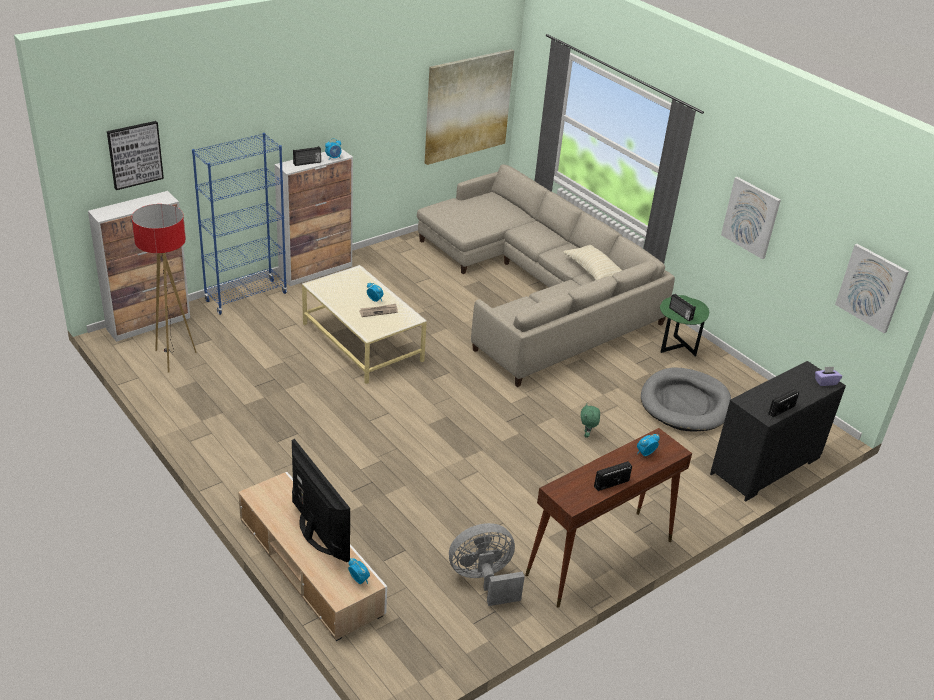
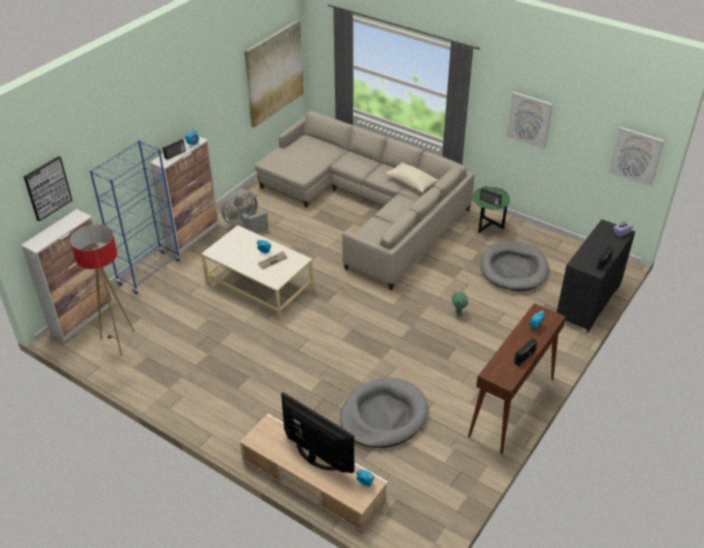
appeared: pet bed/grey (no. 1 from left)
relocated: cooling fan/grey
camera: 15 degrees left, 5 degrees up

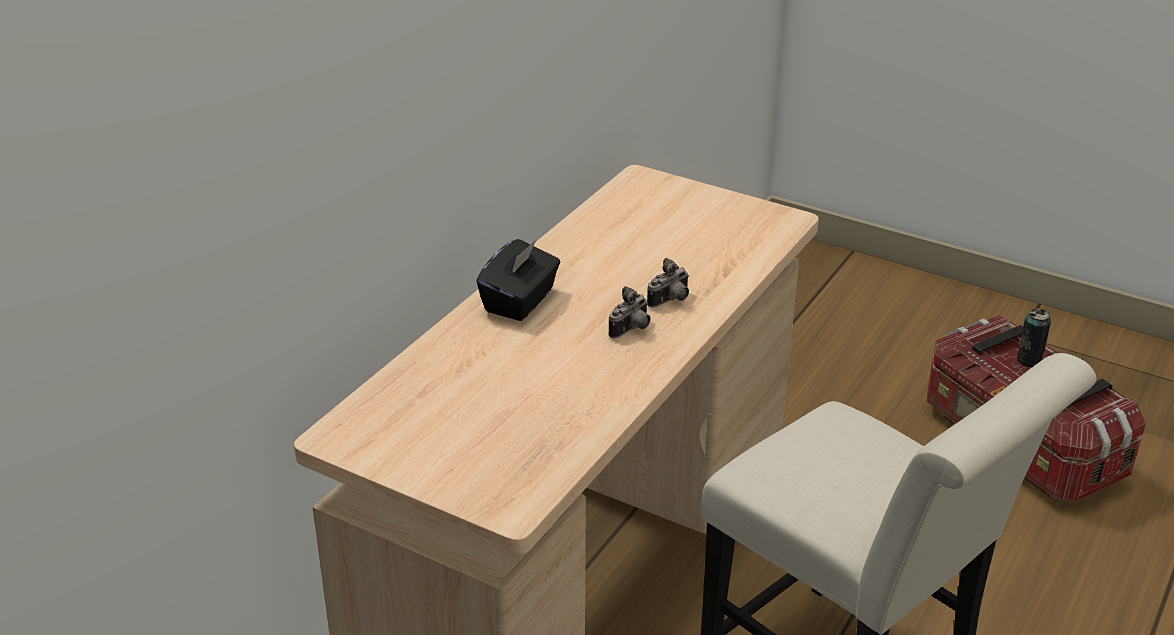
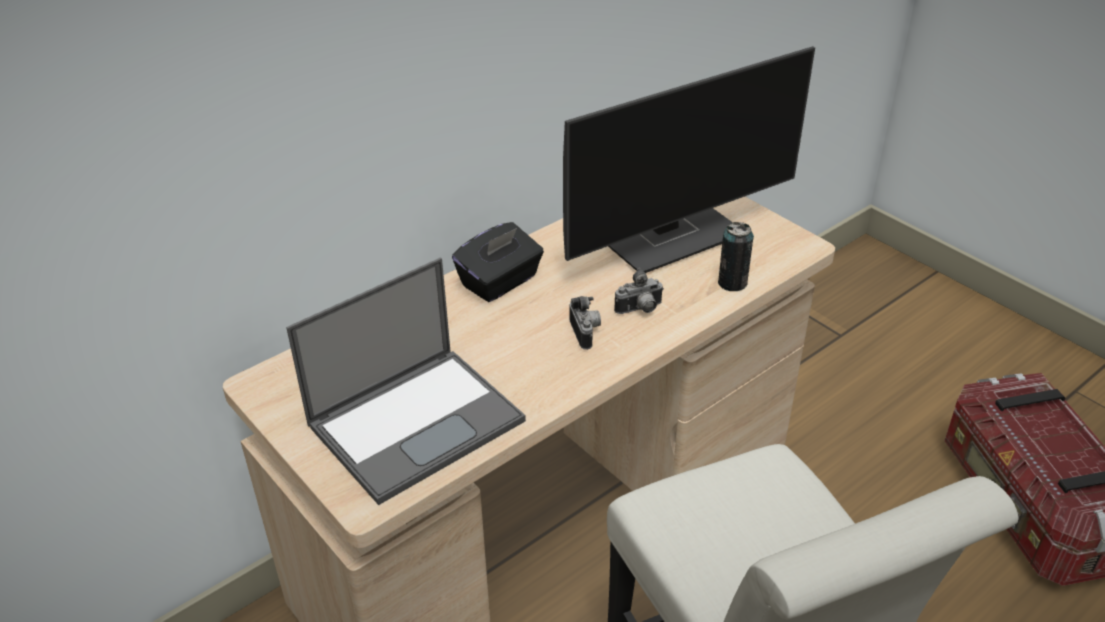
appeared: monitor; portable computer
relocated: can
spun: photo camera (no. 1 from left) 75 degrees counterclockwise
camera: 20 degrees right, 5 degrees up

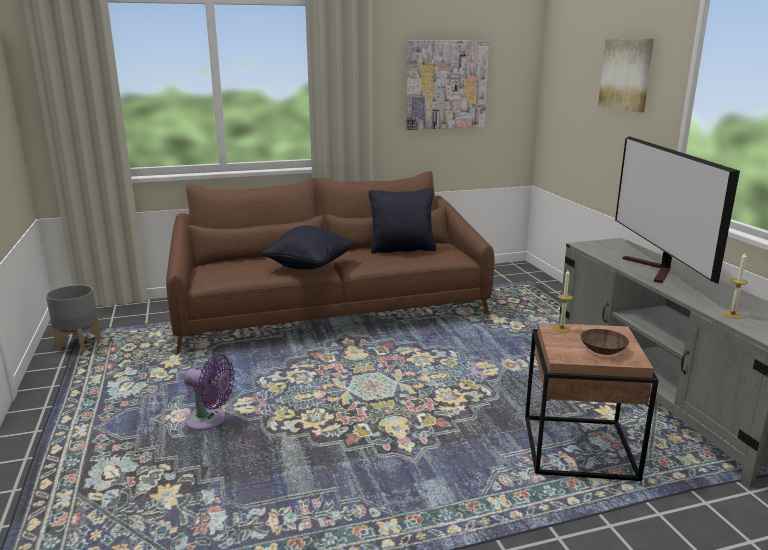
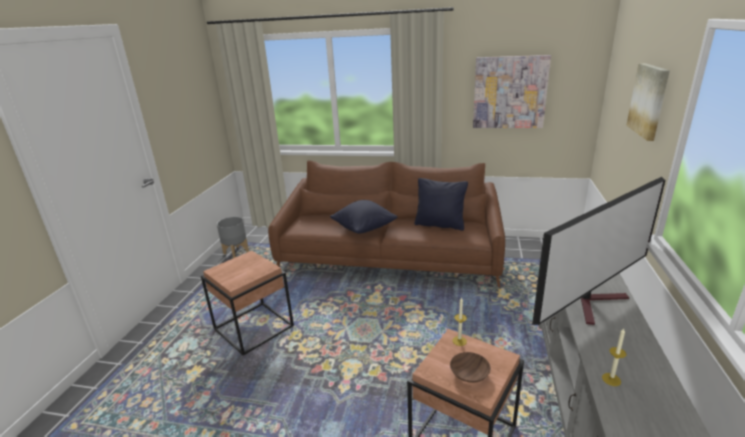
exchanged: cooling fan/purple to end table/brown (no. 1 from left)
spun: television 150 degrees counterclockwise
camera: 30 degrees right, 5 degrees up

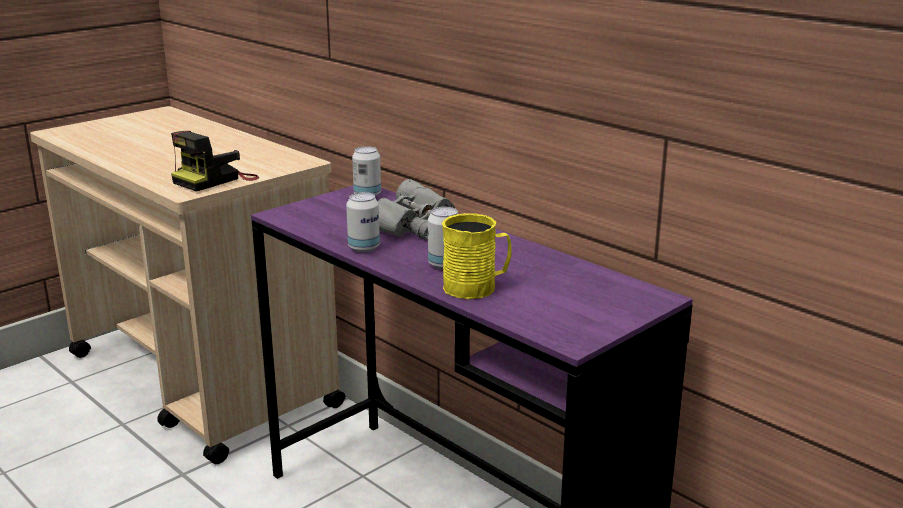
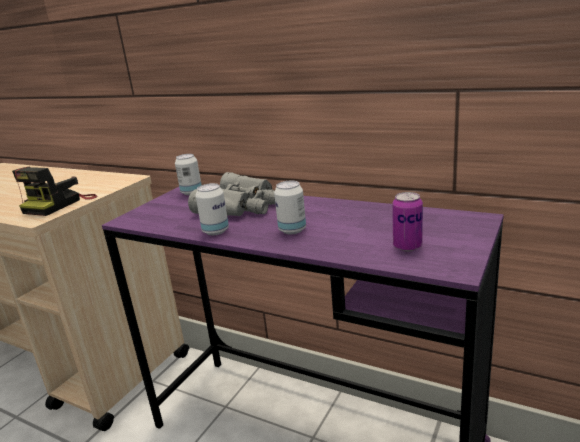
missing: tea mug/yellow
appeared: can (no. 4 from left)
camera: 15 degrees left, 0 degrees up

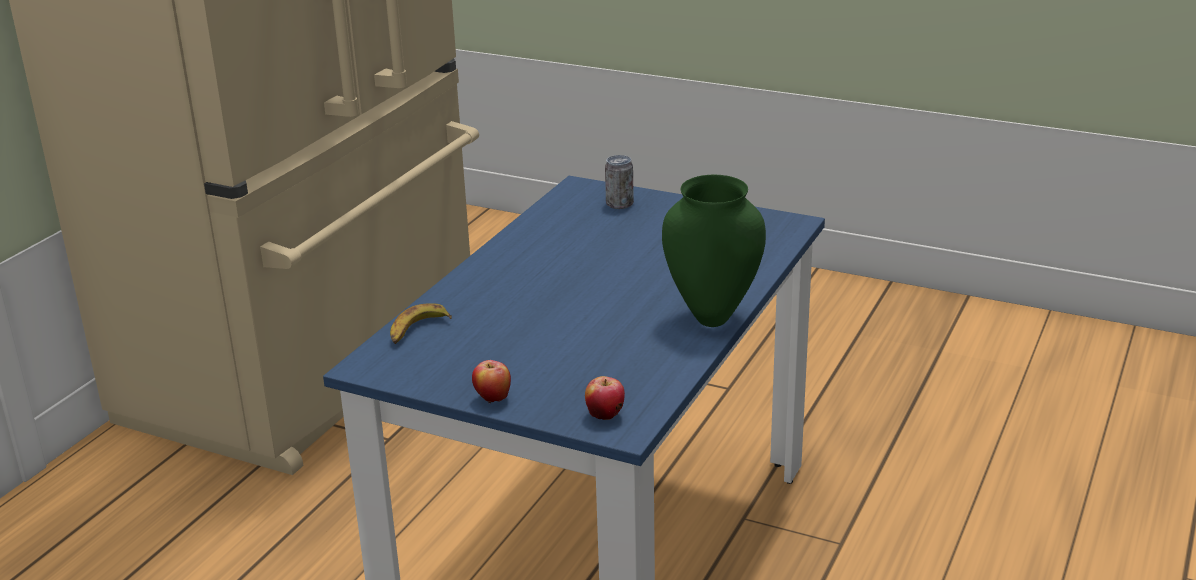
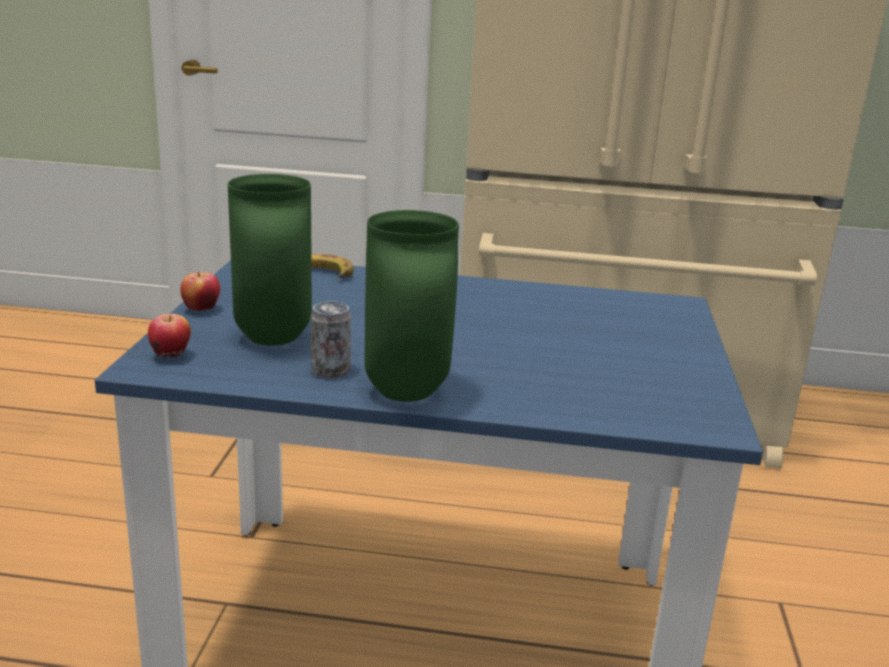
appeared: vase/greenish (no. 1 from left)
relocated: can
camera: 70 degrees right, 5 degrees down

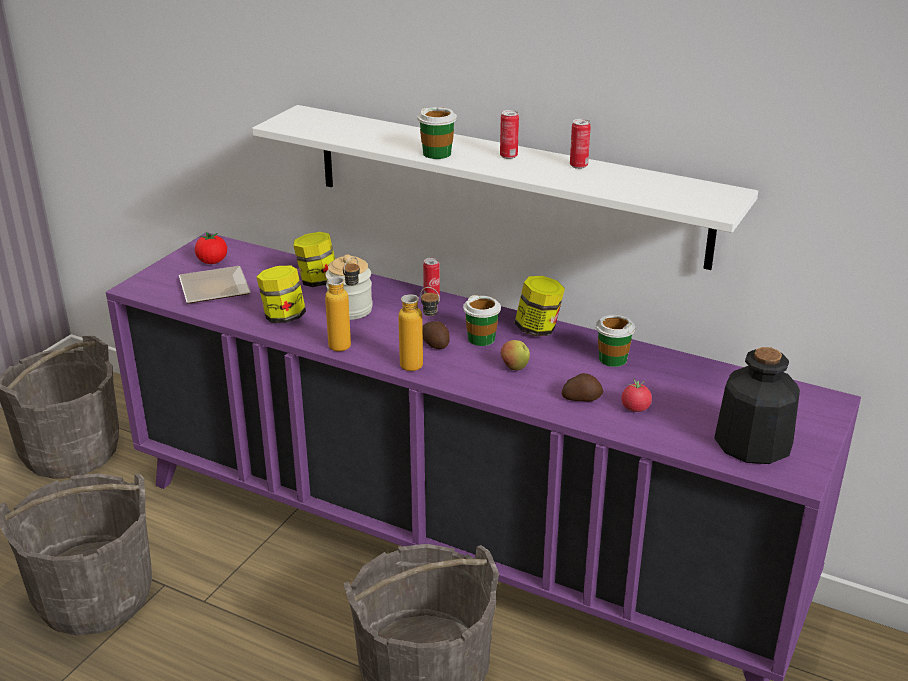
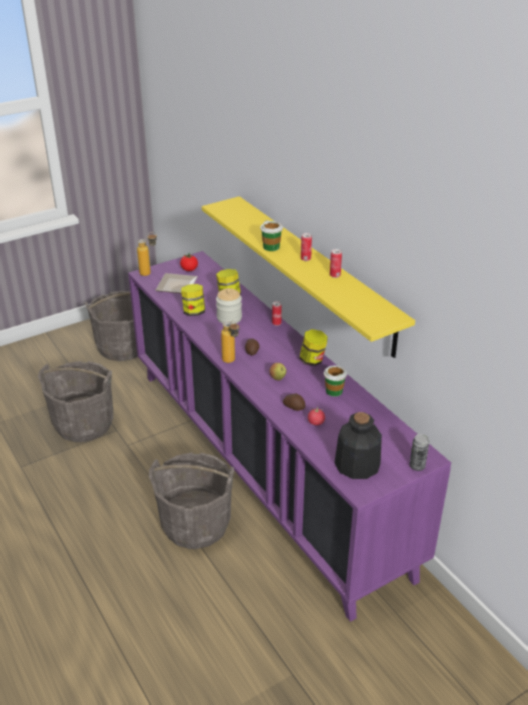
missing: cup (no. 2 from left)
appeared: can (no. 4 from left)
relocated: beverage bottle (no. 1 from left)
colour: bracket shelf/white to bracket shelf/yellow
camera: 30 degrees right, 5 degrees up

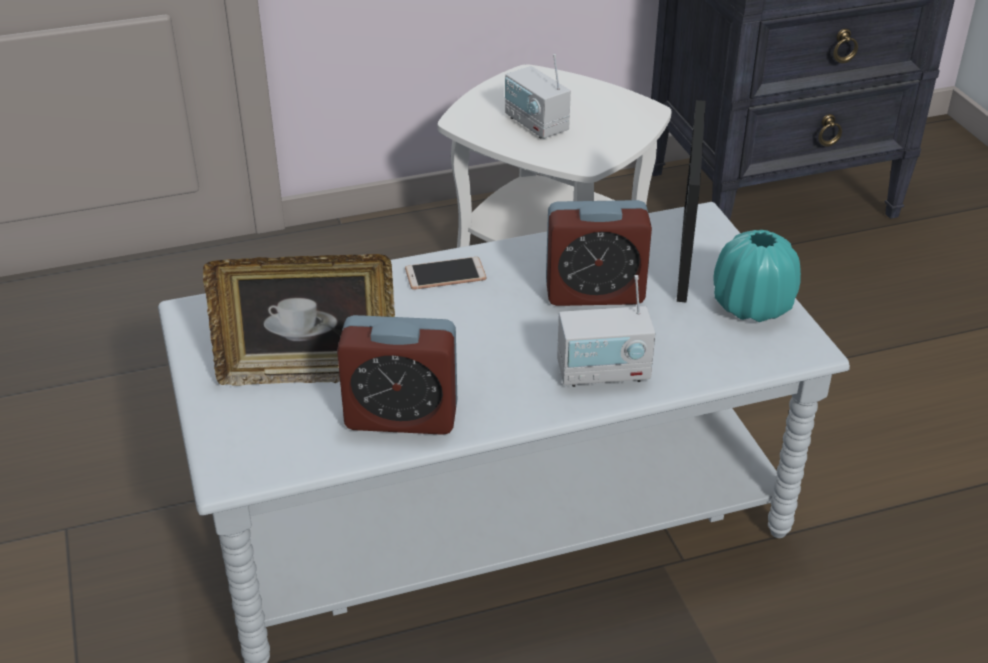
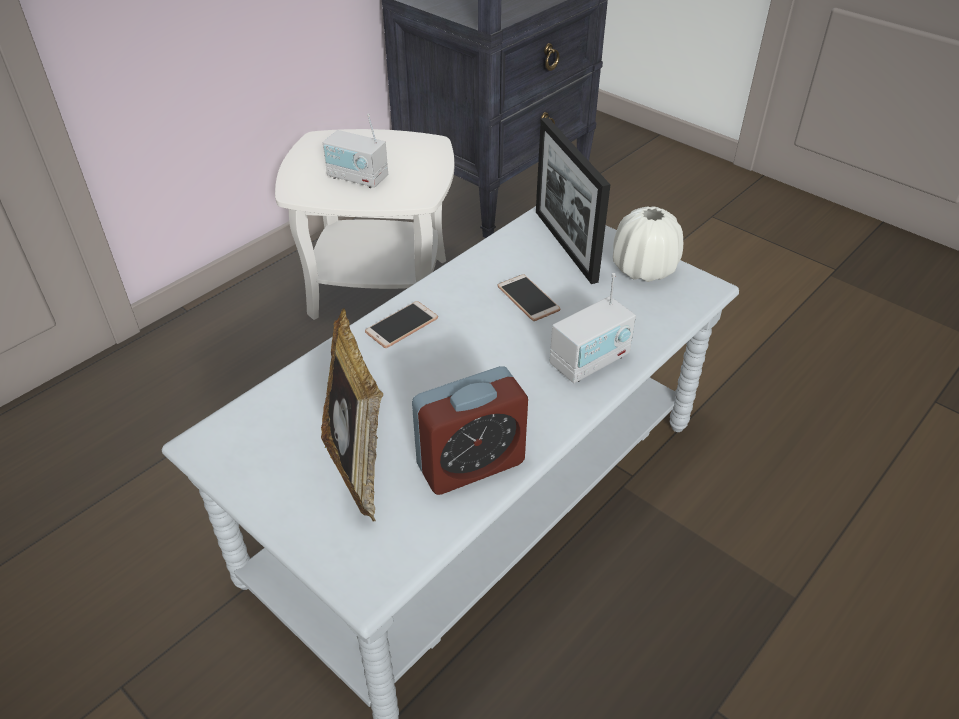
exchanged: bedside clock (no. 2 from left) to telephone (no. 2 from left)
colour: vase/blue-green to vase/white
spun: photo frame (no. 1 from left) 60 degrees counterclockwise
camera: 30 degrees left, 5 degrees up

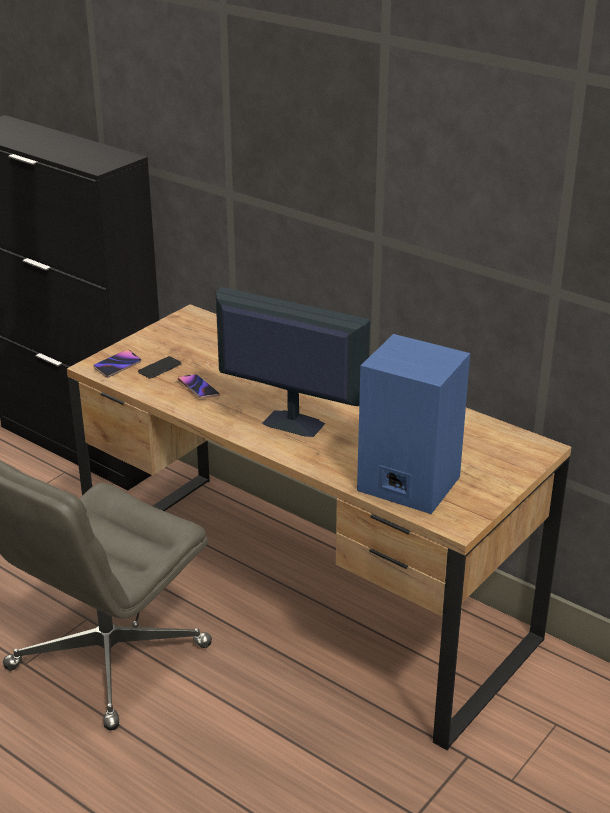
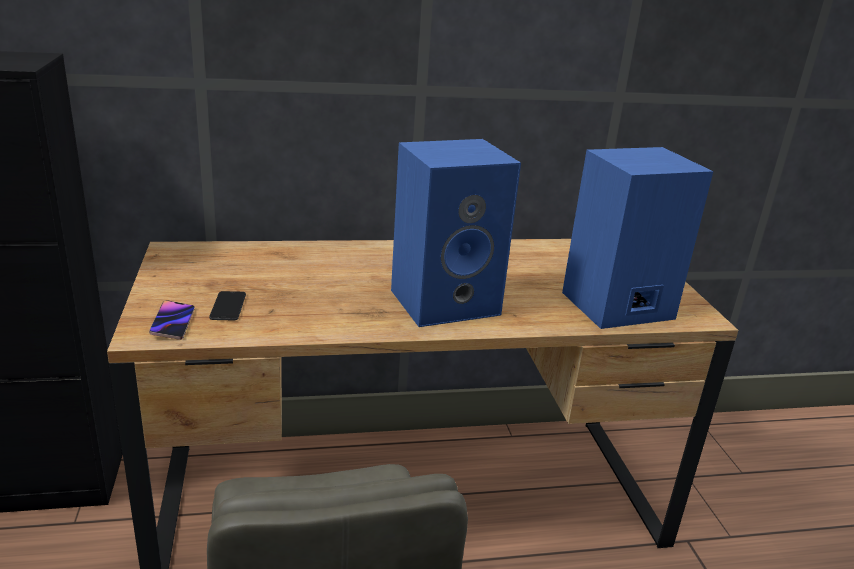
missing: telephone (no. 3 from left)
exchanged: monitor to speaker/blue-coloured (no. 1 from left)
camera: 50 degrees left, 5 degrees down

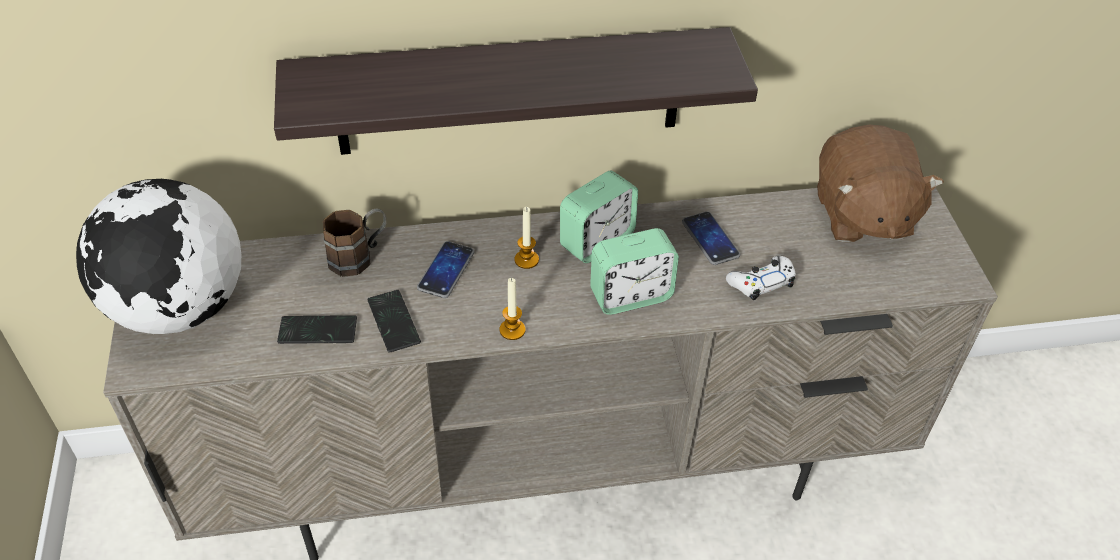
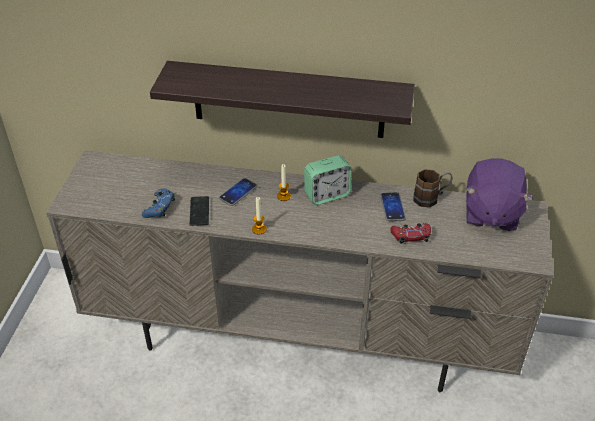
missing: globe; bedside clock (no. 2 from left)
relocated: tea mug/brown
exchanged: telephone (no. 1 from left) to game controller/blue-coloured
colour: cuddly toy/brown to cuddly toy/purple; game controller/white to game controller/reddish
camera: 20 degrees right, 5 degrees down

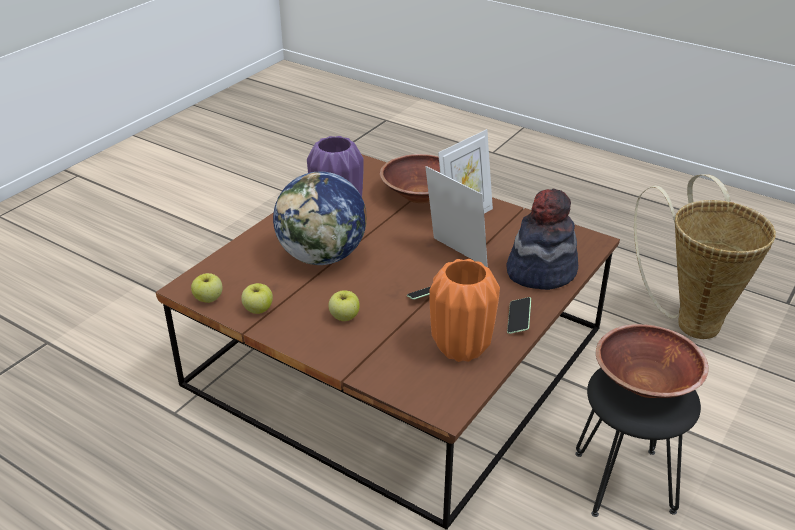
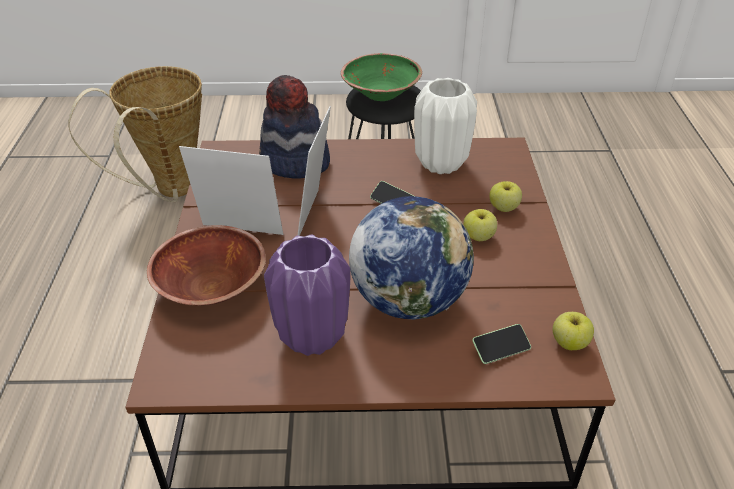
relocated: apple (no. 2 from left); telephone (no. 2 from left)
colour: vase/orange to vase/white; bowl/brown (no. 2 from left) to bowl/greenish
camera: 125 degrees left, 5 degrees up

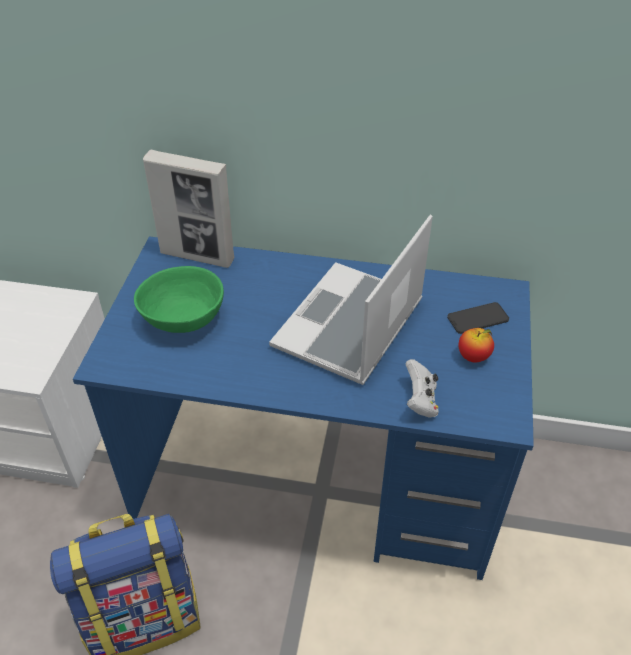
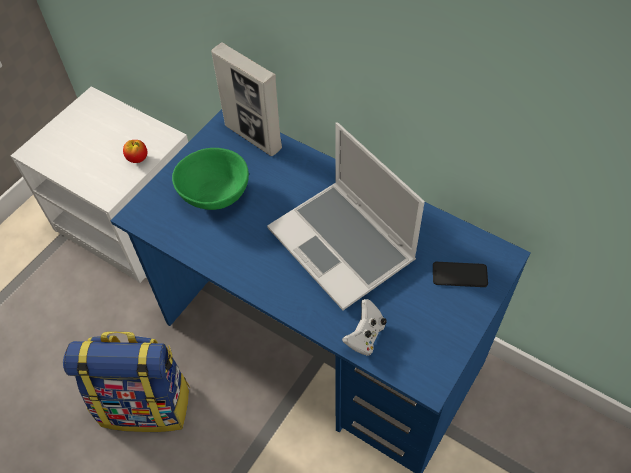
relocated: apple
spun: portable computer 90 degrees counterclockwise
camera: 25 degrees right, 10 degrees up

